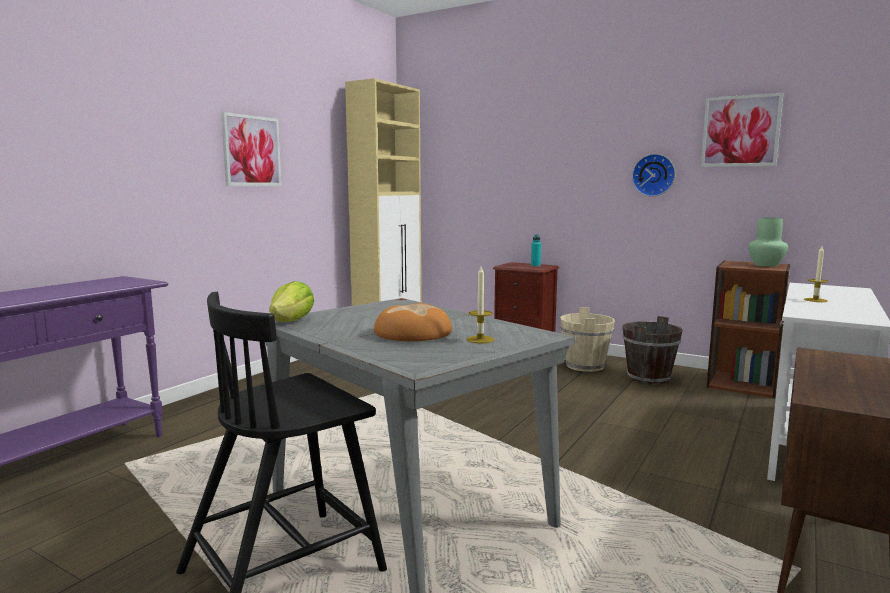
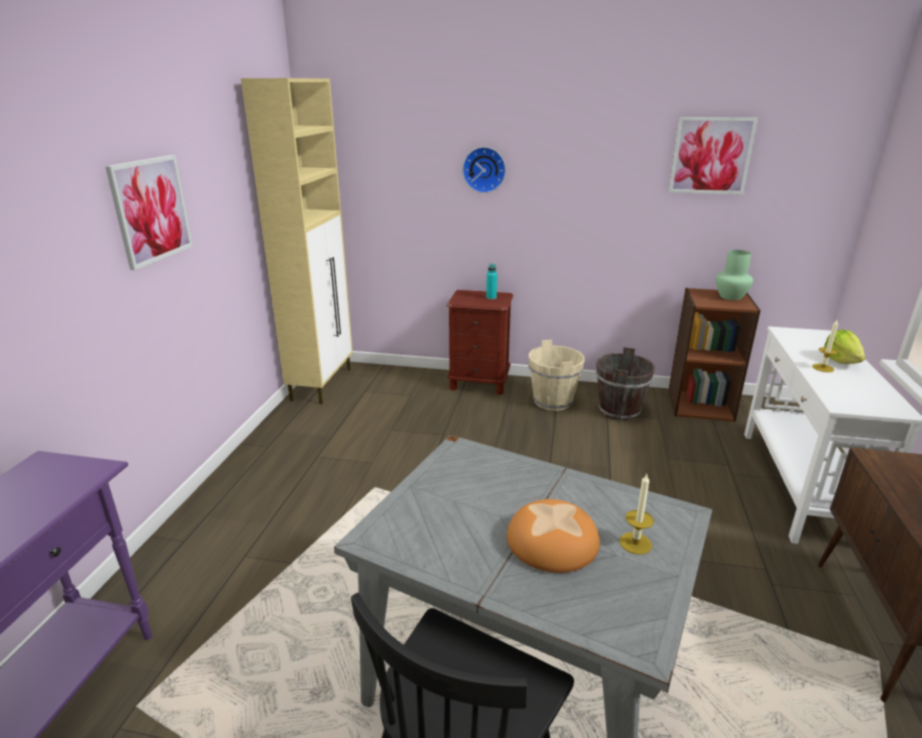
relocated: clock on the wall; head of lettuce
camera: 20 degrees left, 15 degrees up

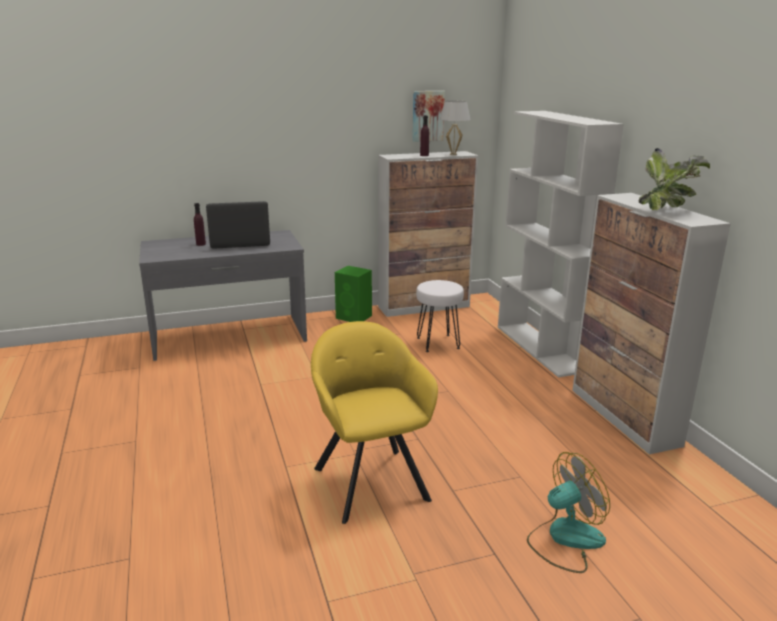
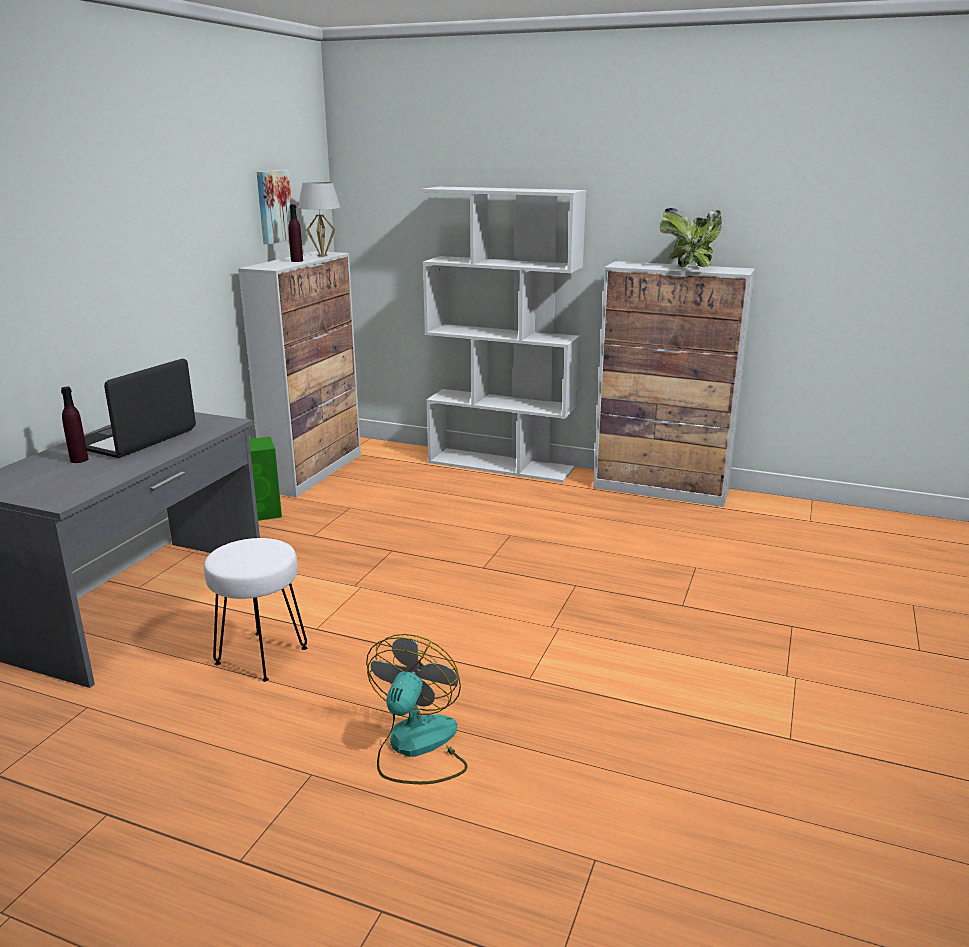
missing: armchair/yellow
relocated: stool seat/white; cooling fan
camera: 50 degrees left, 0 degrees up

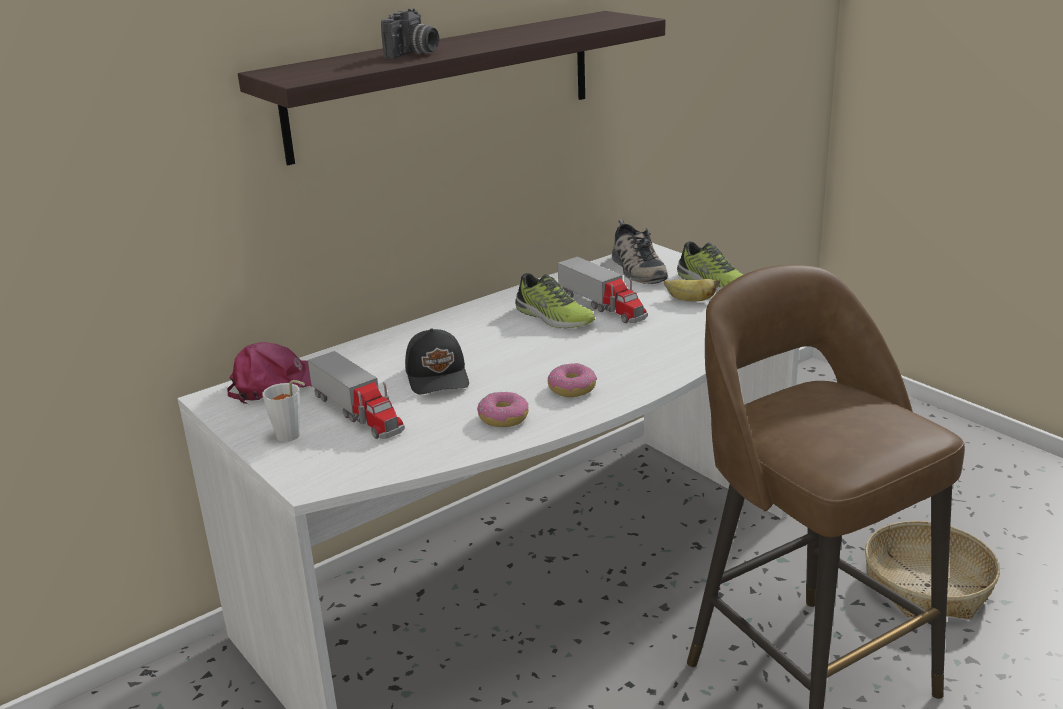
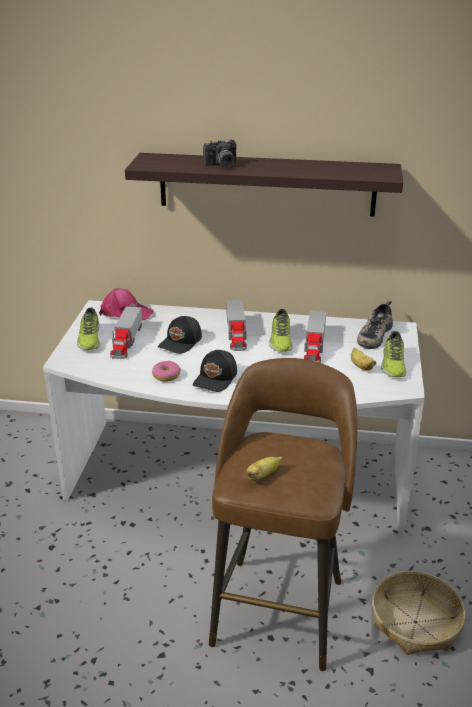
appeared: toy lorry (no. 2 from left); whole banana (no. 1 from left)
exchanged: doughnut (no. 2 from left) to cap/black-coloured (no. 2 from left); cup/white to item of footwear (no. 1 from left)
camera: 45 degrees right, 5 degrees up

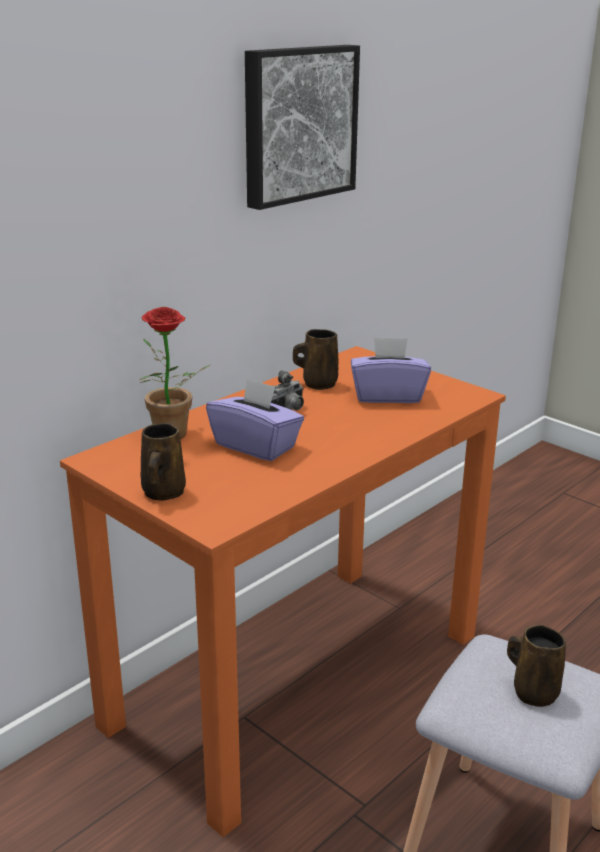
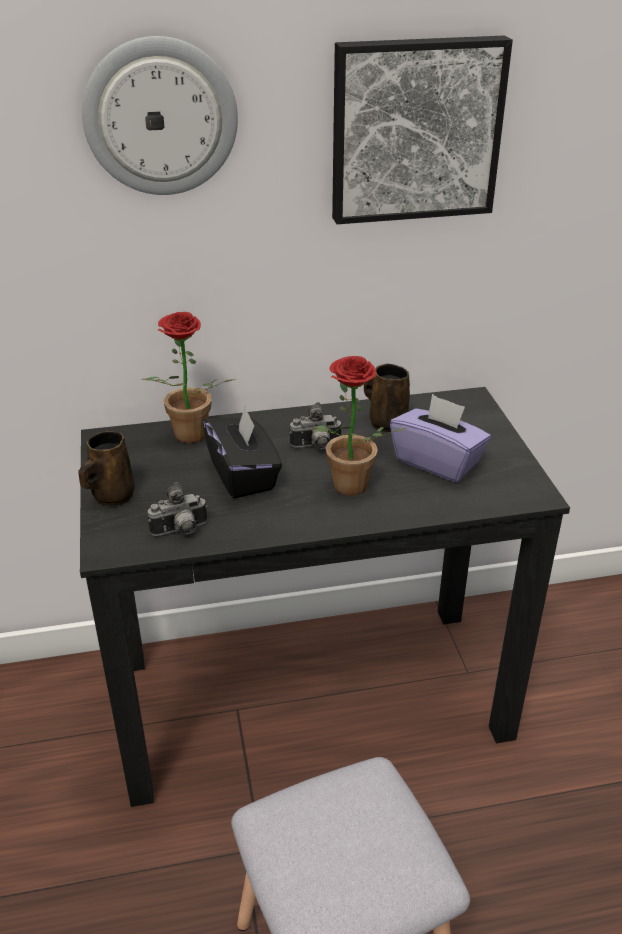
missing: tea mug/brown (no. 3 from left)
appeared: clock on the wall; potted plant (no. 2 from left); photo camera (no. 1 from left)
colour: desk table/orange to desk table/black-coloured; box of tissues/purple (no. 1 from left) to box of tissues/black-coloured
camera: 35 degrees right, 10 degrees up

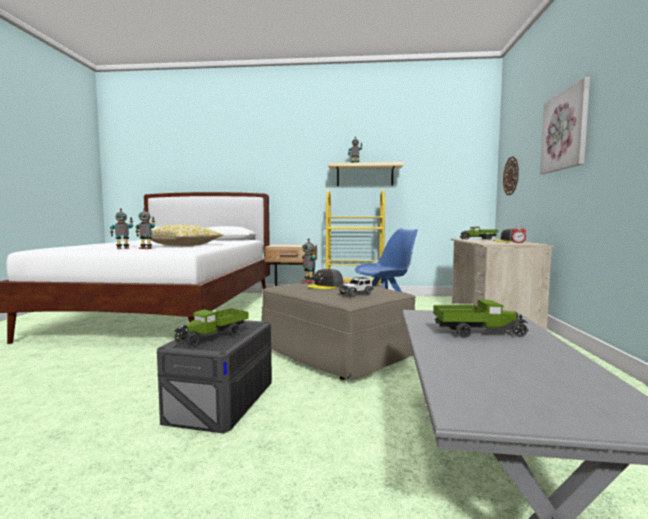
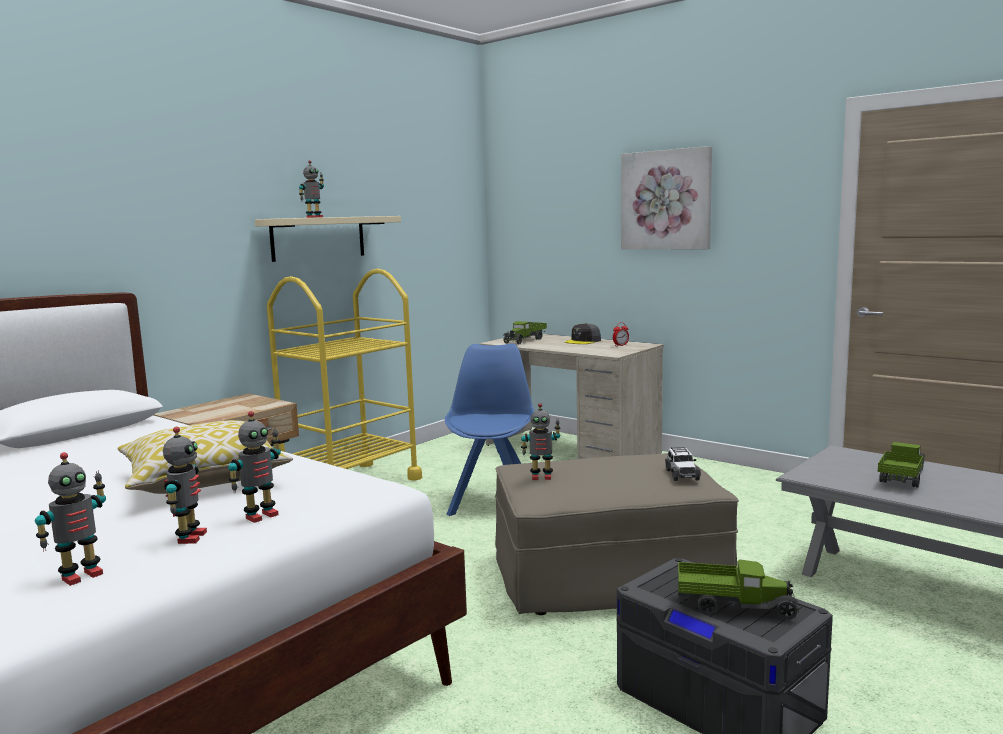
missing: clock on the wall; cap/grey (no. 1 from left)
appeared: robot figure (no. 1 from left)
spun: toy lorry (no. 1 from left in the first image) 60 degrees counterclockwise
camera: 55 degrees left, 5 degrees up

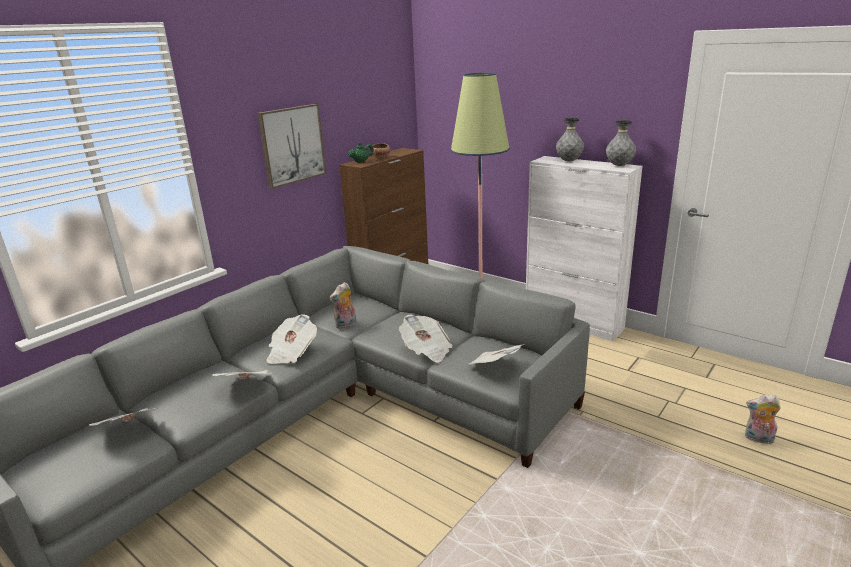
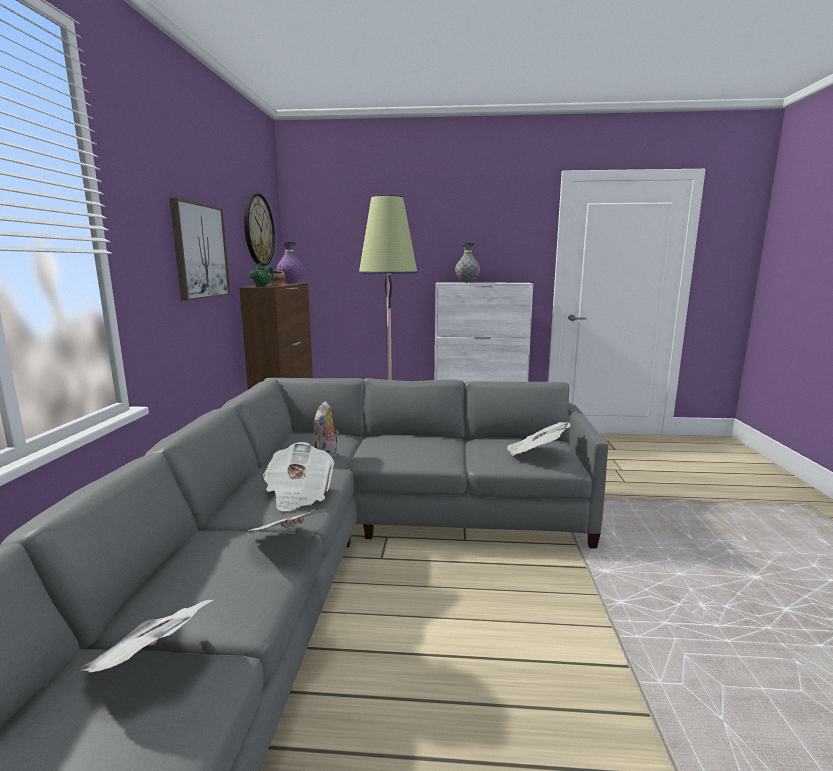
missing: vase/grey (no. 2 from left); printed paper (no. 4 from left); cuddly toy (no. 2 from left)
appeared: clock on the wall; vase/purple
camera: 35 degrees left, 10 degrees down

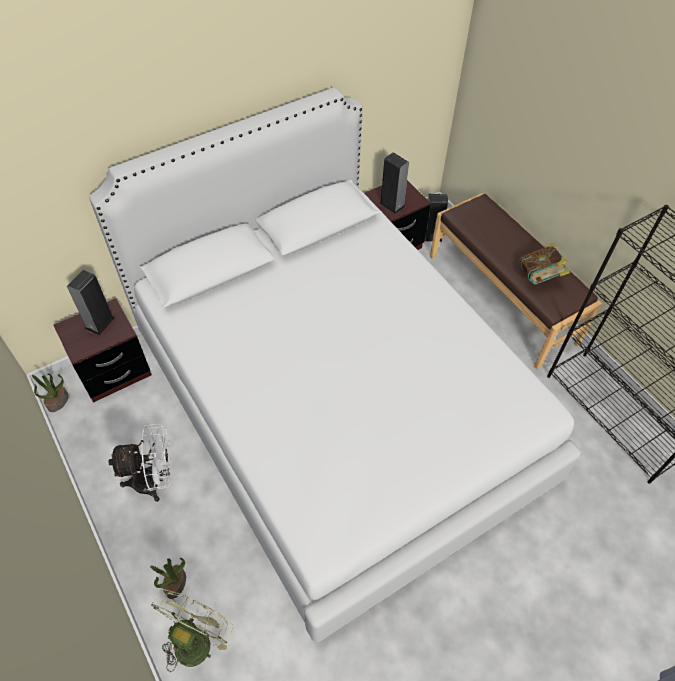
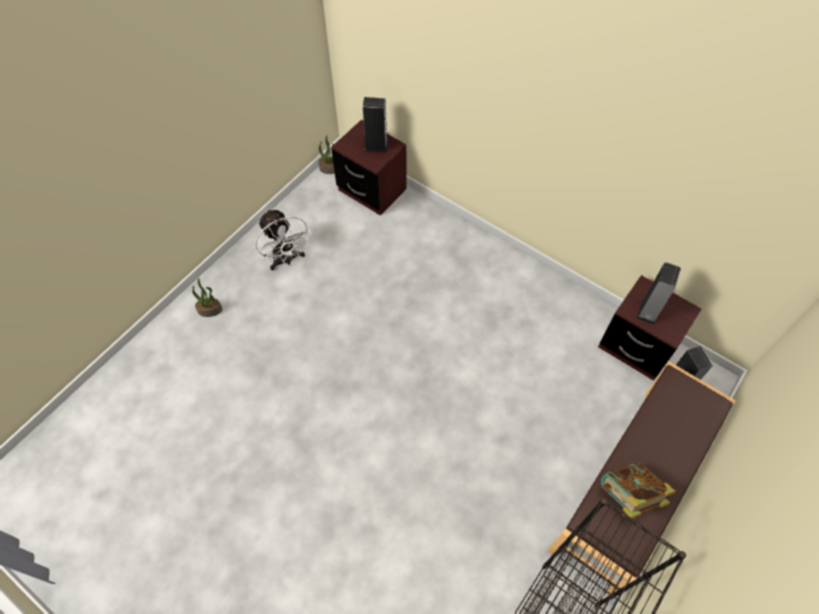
missing: bedroom bed/white; cooling fan/greenish
camera: 70 degrees right, 5 degrees up

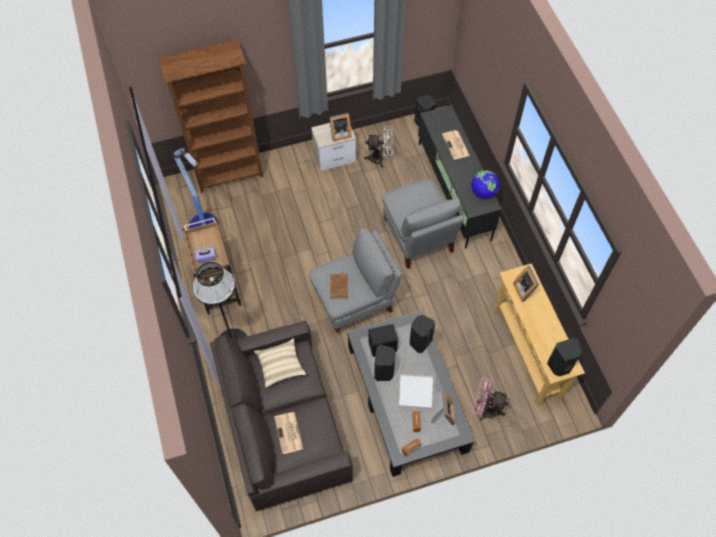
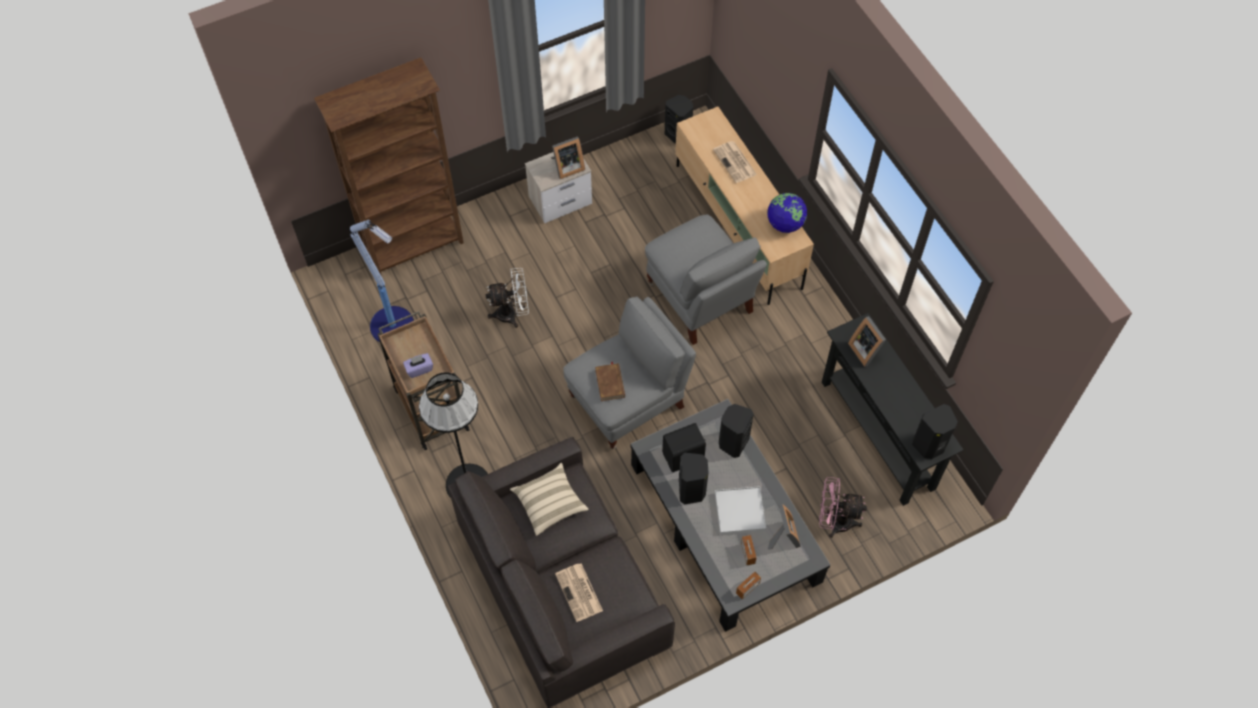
relocated: cooling fan/white
colour: tv stand/black-coloured to tv stand/sand-coloured; console table/sand-coloured to console table/black-coloured
camera: 10 degrees left, 0 degrees up

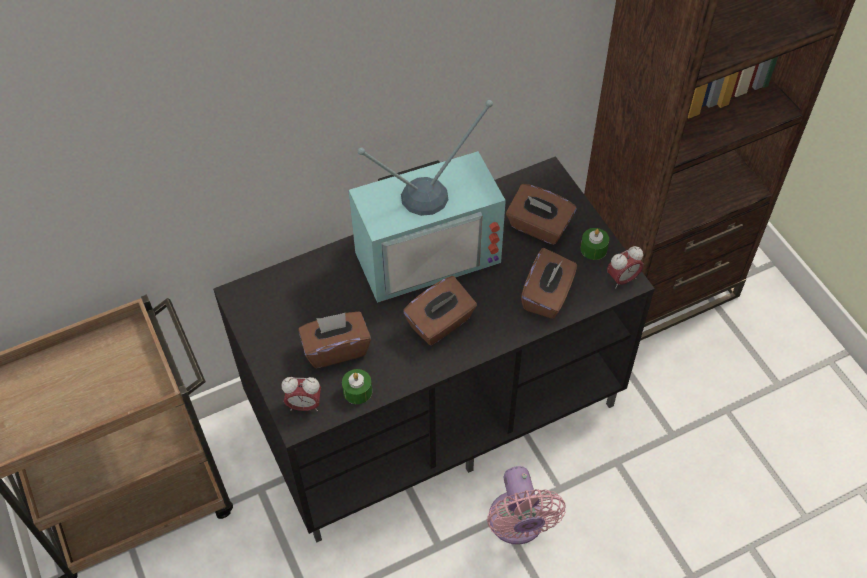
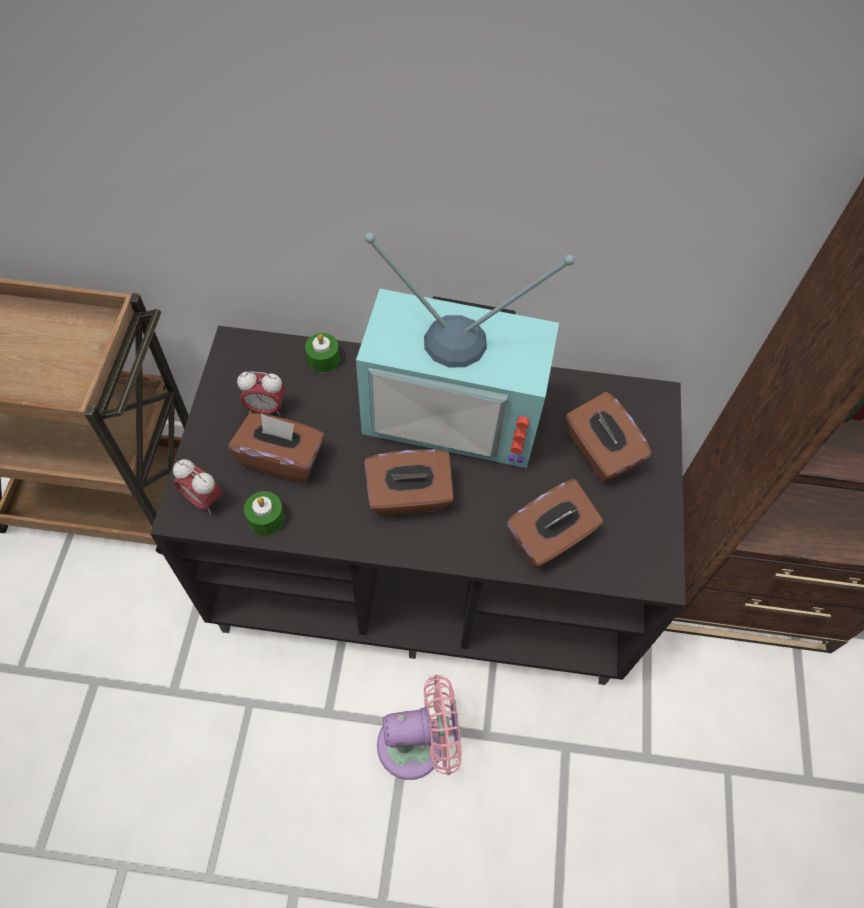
relocated: candle/greenish (no. 2 from left); bedside clock (no. 2 from left)
spun: cooling fan/pink 120 degrees counterclockwise
camera: 30 degrees right, 5 degrees up

